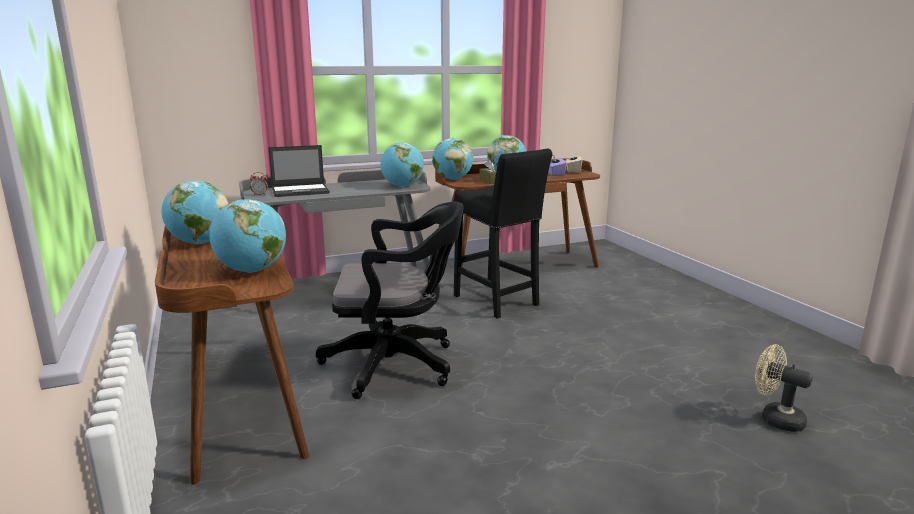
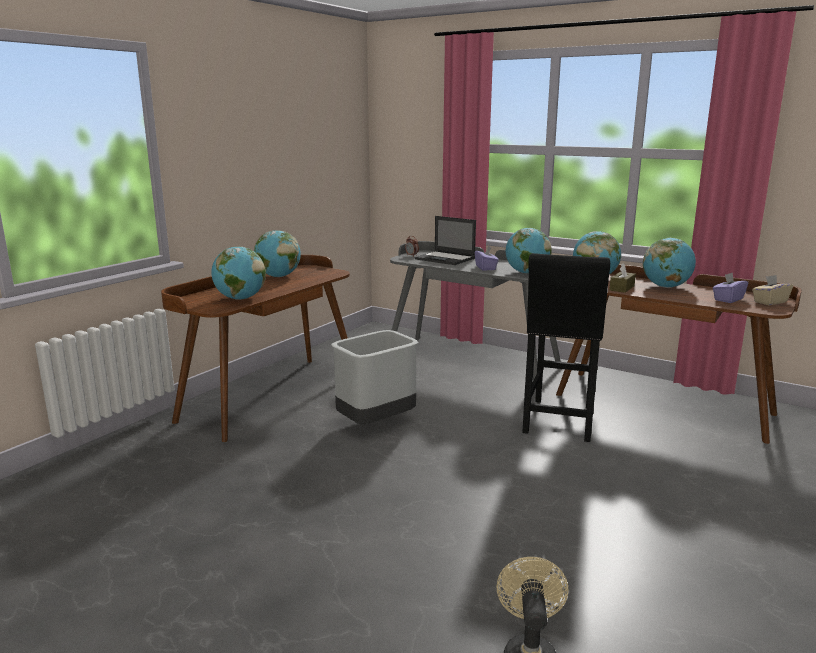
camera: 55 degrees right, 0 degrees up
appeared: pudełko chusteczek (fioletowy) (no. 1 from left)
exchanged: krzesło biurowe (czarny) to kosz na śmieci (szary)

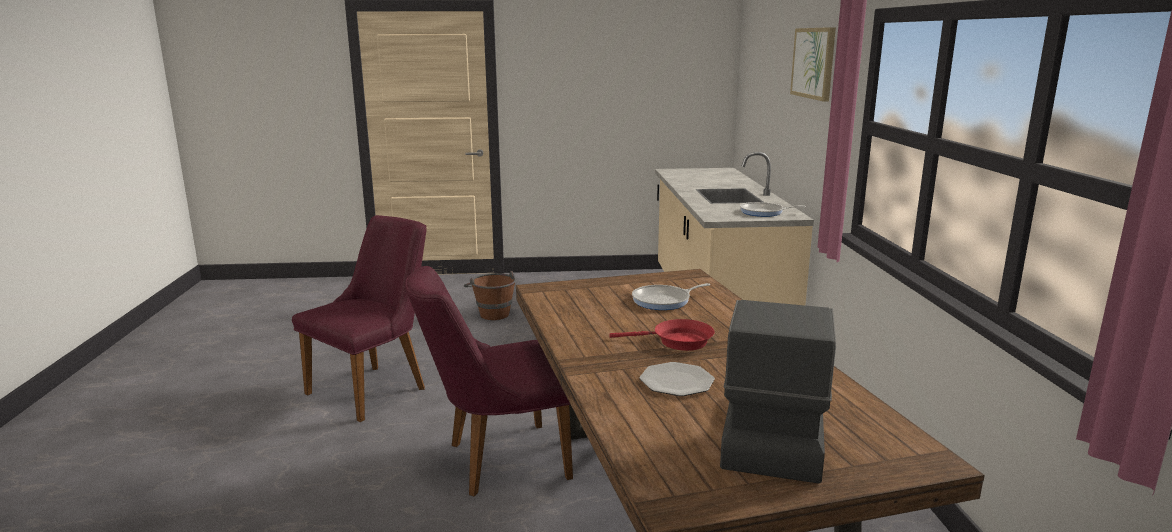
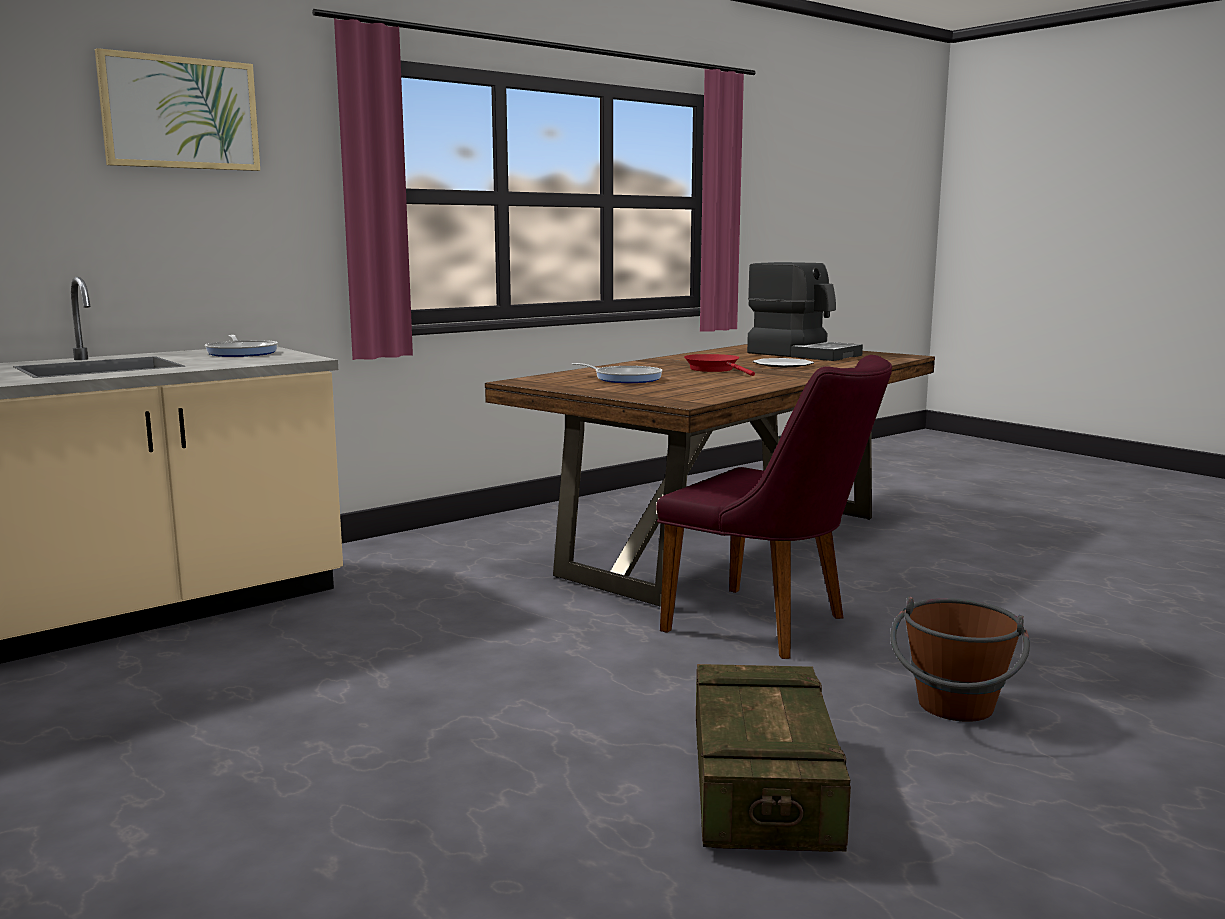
camera: 125 degrees left, 5 degrees down
relocated: wiadro (brązowy)
exchanged: krzesło (fioletowy) (no. 1 from left) to skrzynka
spun: ekspres do kawy 120 degrees counterclockwise

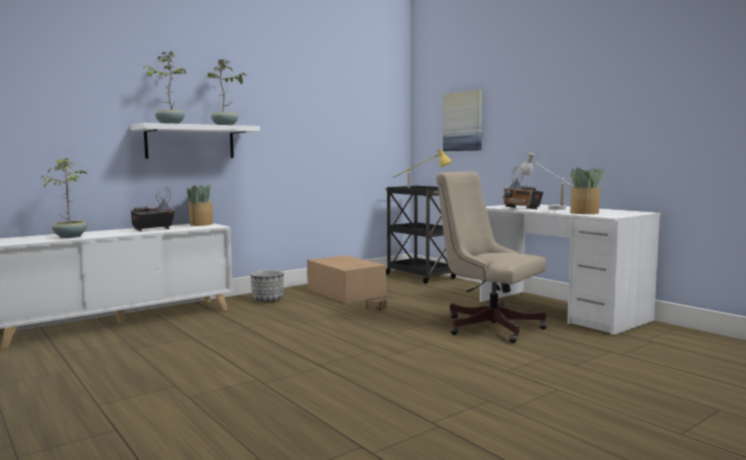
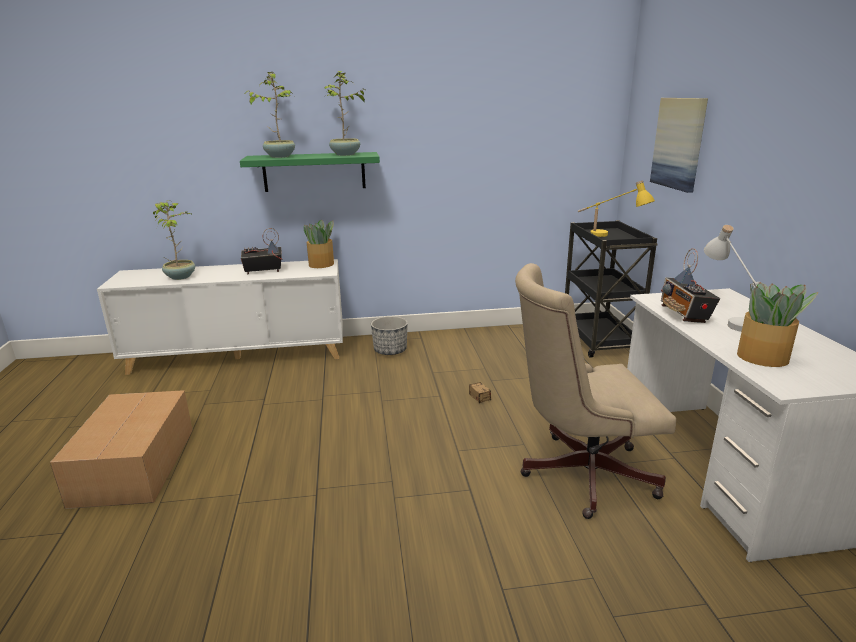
camera: 30 degrees right, 15 degrees up
relocated: karton
colour: półka (biały) to półka (zielony)
spun: krzesło biurowe (beżowy) 75 degrees counterclockwise

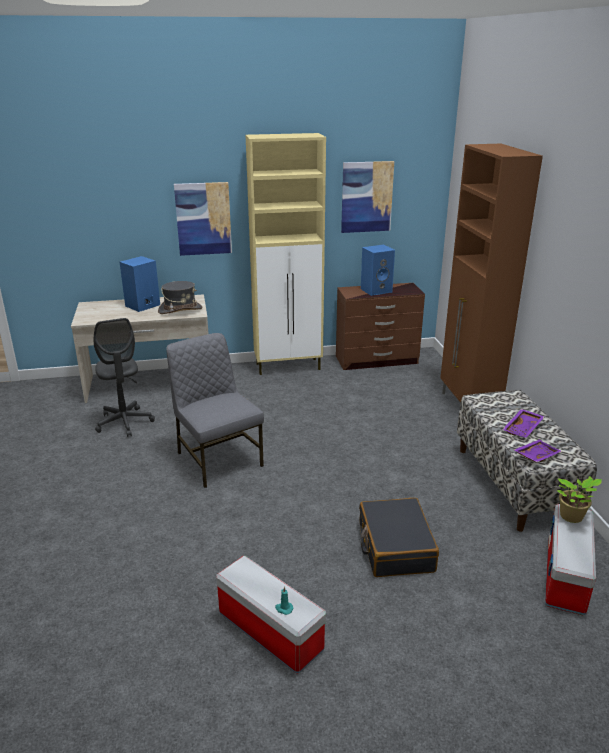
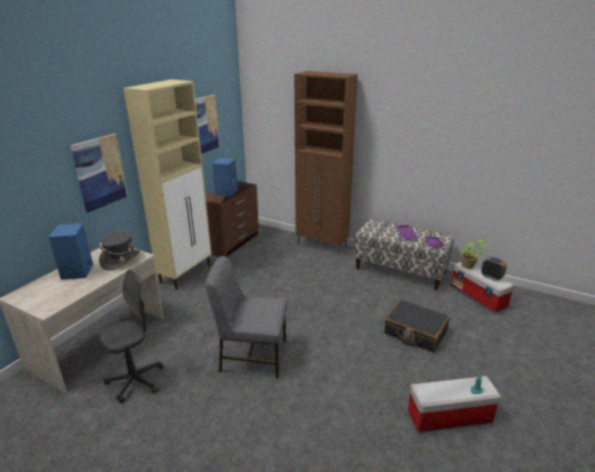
camera: 50 degrees left, 0 degrees up
appeared: budzik
spun: krzesło biurowe (szary) 60 degrees counterclockwise

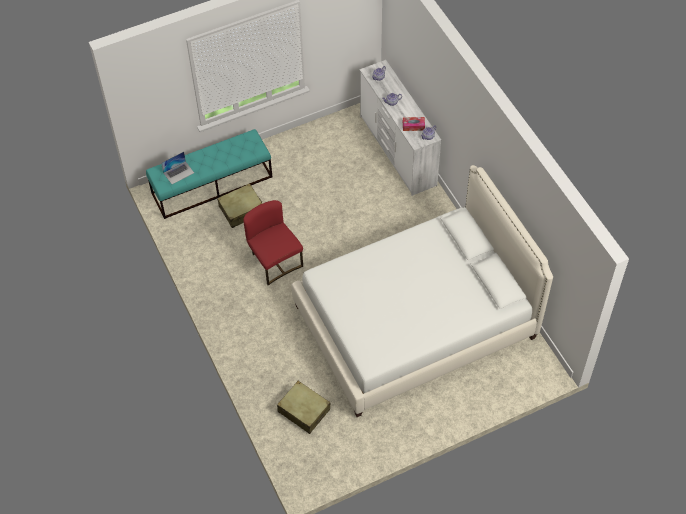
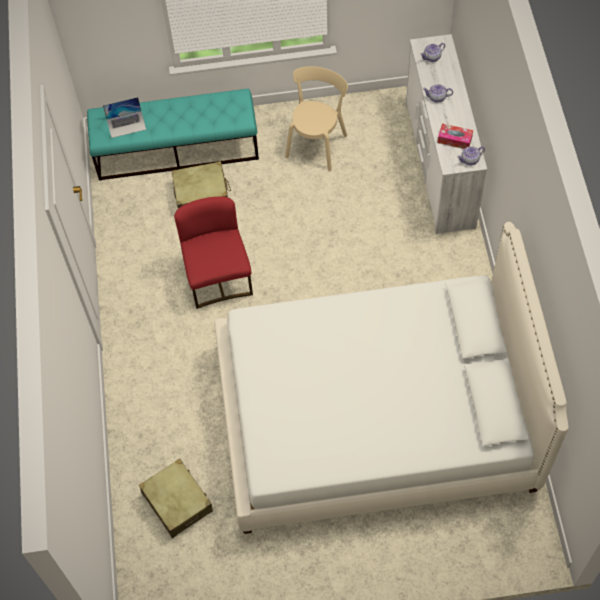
camera: 20 degrees right, 5 degrees up
appeared: krzesło (beżowy)

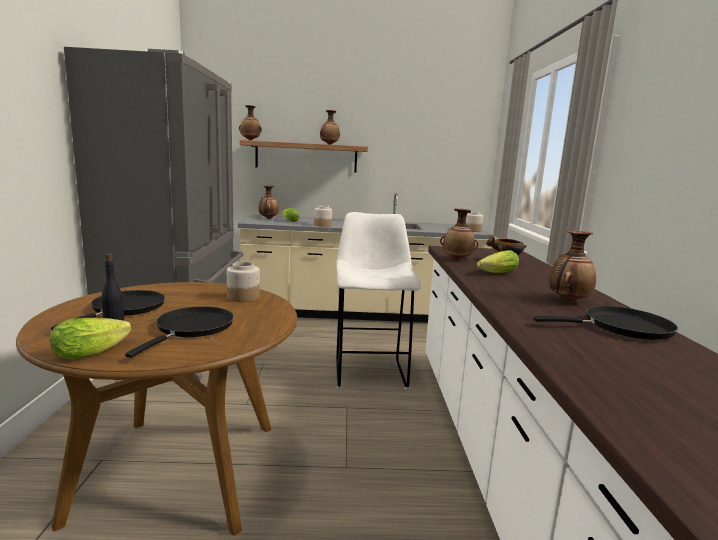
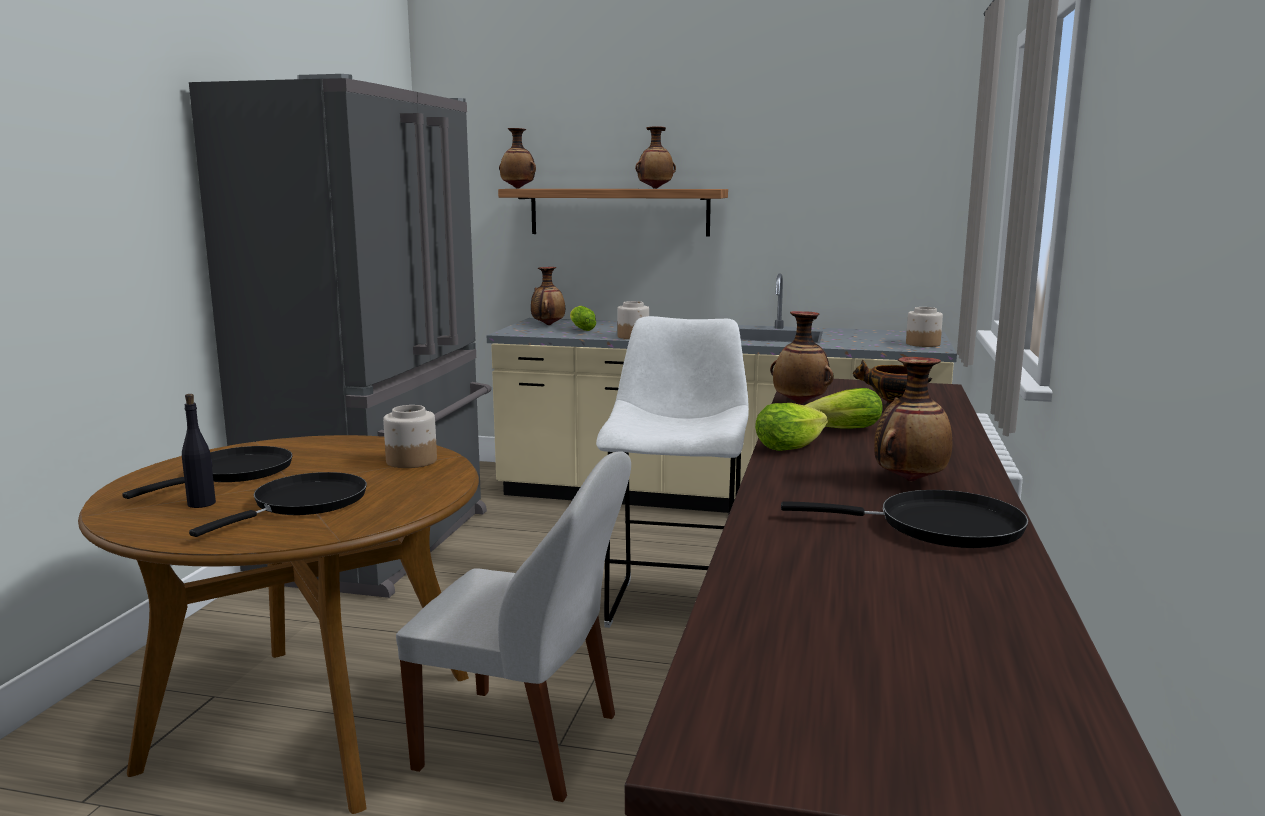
camera: 15 degrees right, 0 degrees up
appeared: krzesło (biały)
relocated: sałata (no. 1 from left in the first image) to sałata (no. 2 from left)

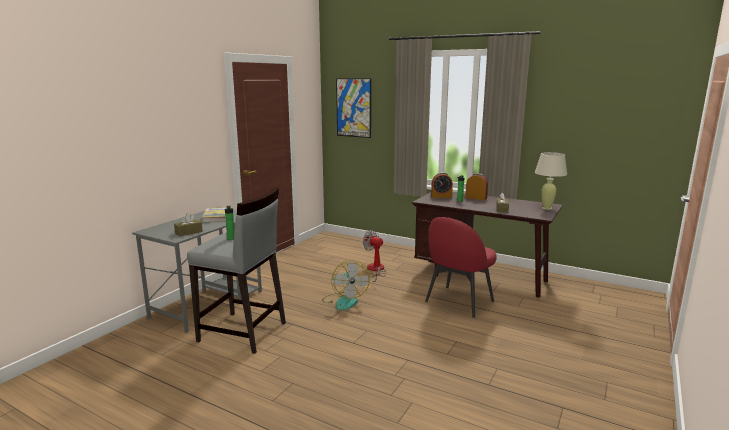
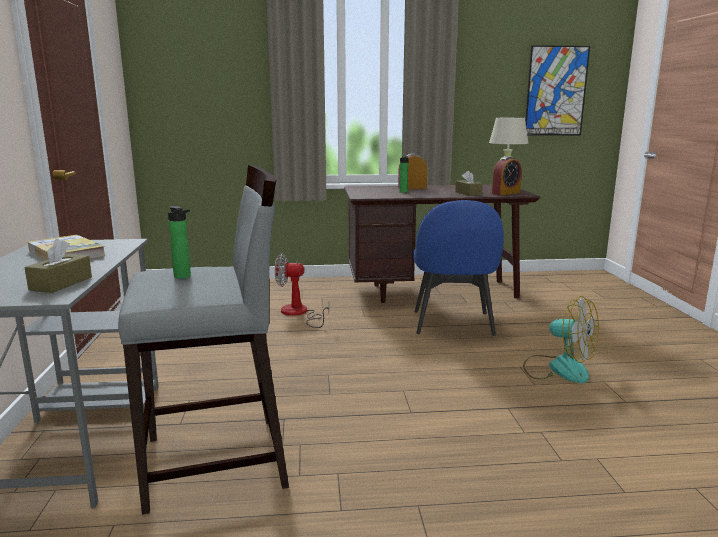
camera: 35 degrees left, 0 degrees up
relocated: wentylator (no. 1 from left in the first image) to wentylator (no. 2 from left); obraz; budzik (no. 1 from left in the first image) to budzik (no. 2 from left)
colour: krzesło (czerwony) to krzesło (niebieski)

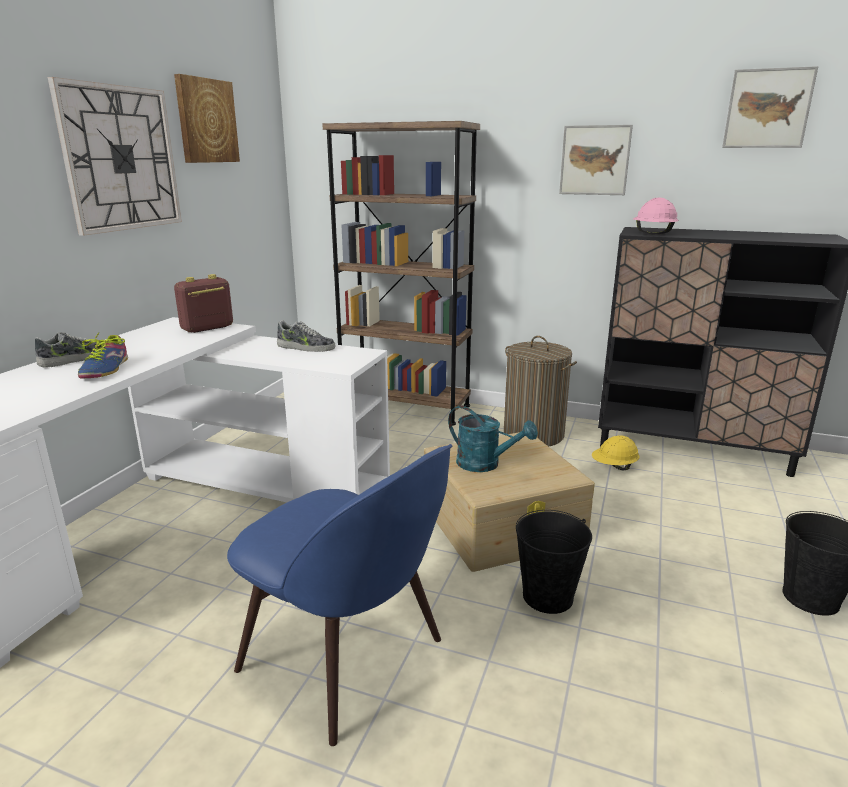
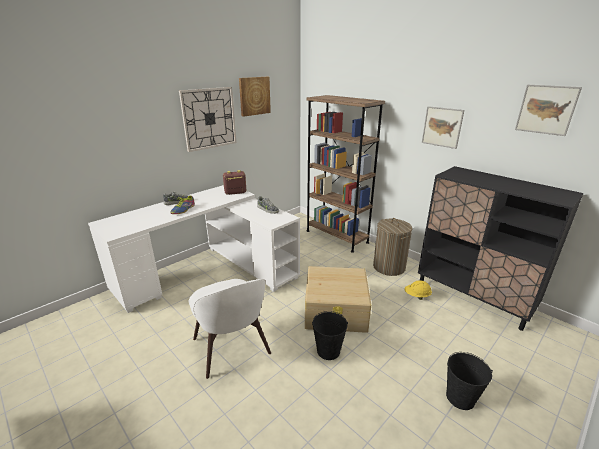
camera: 25 degrees right, 5 degrees up
missing: konewka (turkusowy); kask (różowy)
colour: krzesło (niebieski) to krzesło (biały)

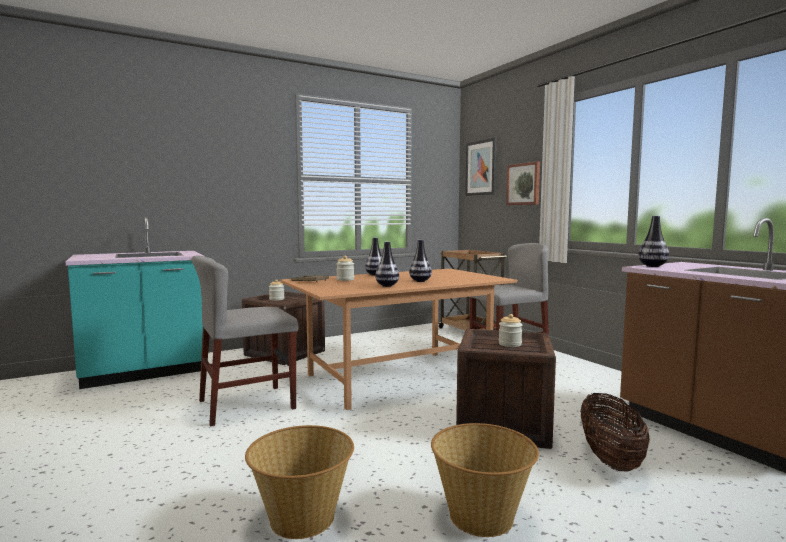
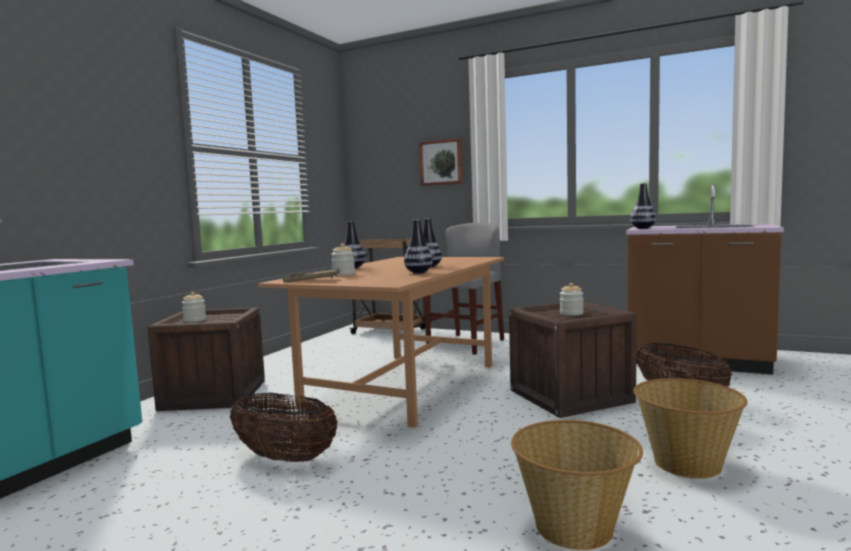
camera: 35 degrees left, 0 degrees up
missing: obraz (no. 1 from left)
exchanged: krzesło (szary) (no. 1 from left) to koszyk (no. 1 from left)

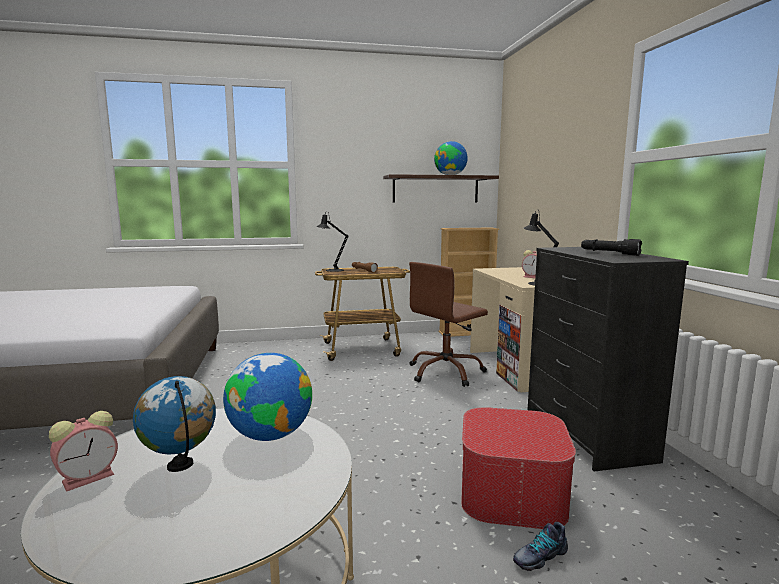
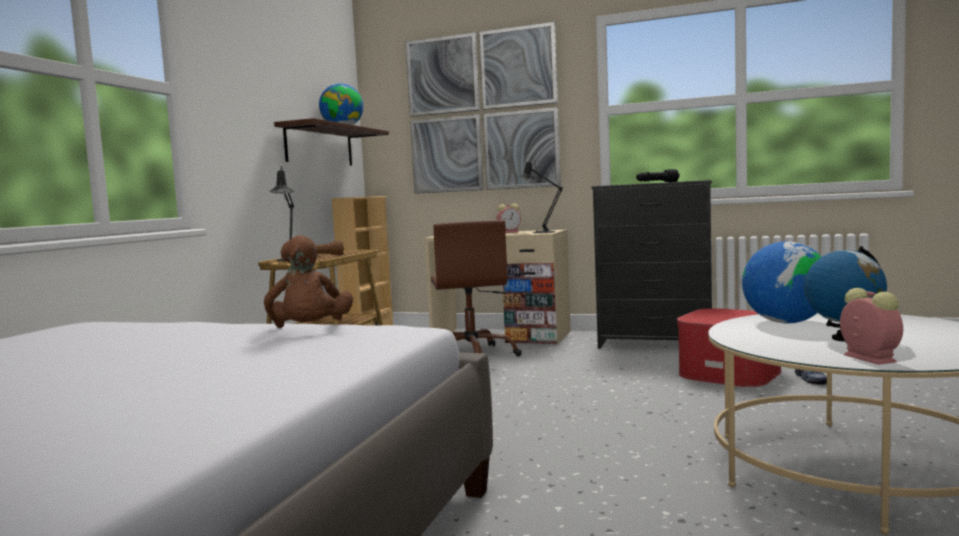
camera: 60 degrees left, 5 degrees down
appeared: pluszak (brązowy); obraz

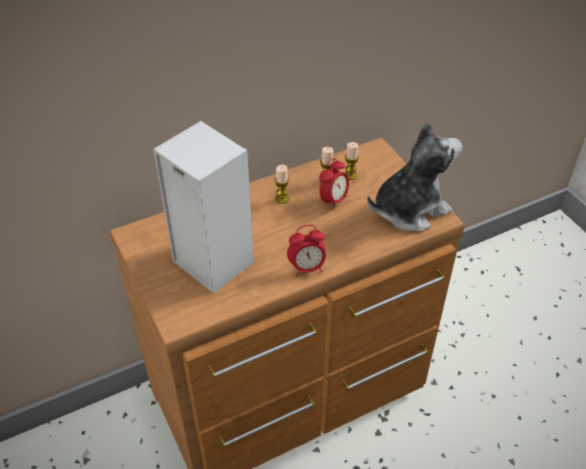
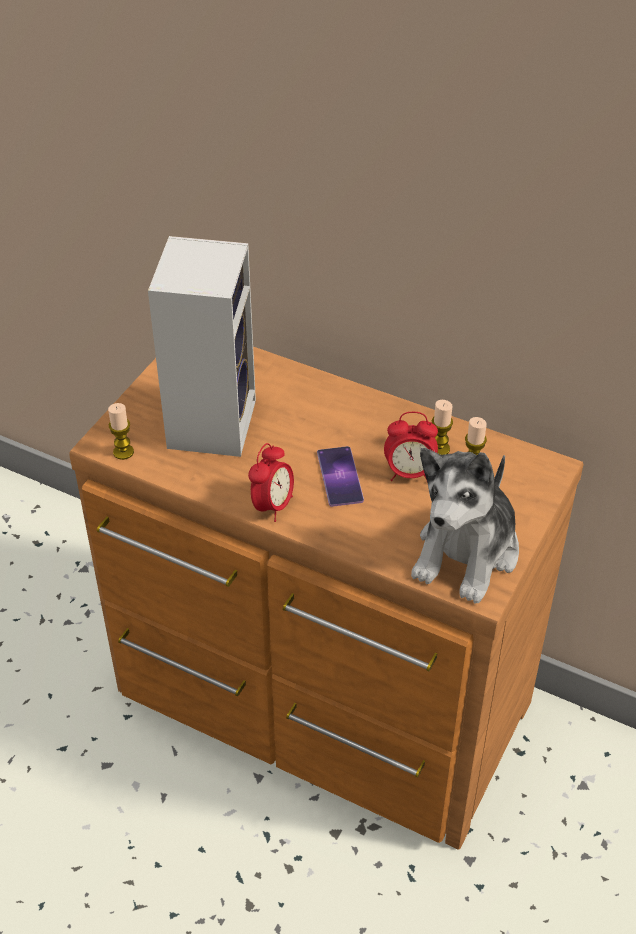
camera: 55 degrees right, 0 degrees up
appeared: telefon
relocated: świeca (no. 1 from left)
spun: budzik (no. 1 from left) 105 degrees counterclockwise; pluszak 90 degrees clockwise

